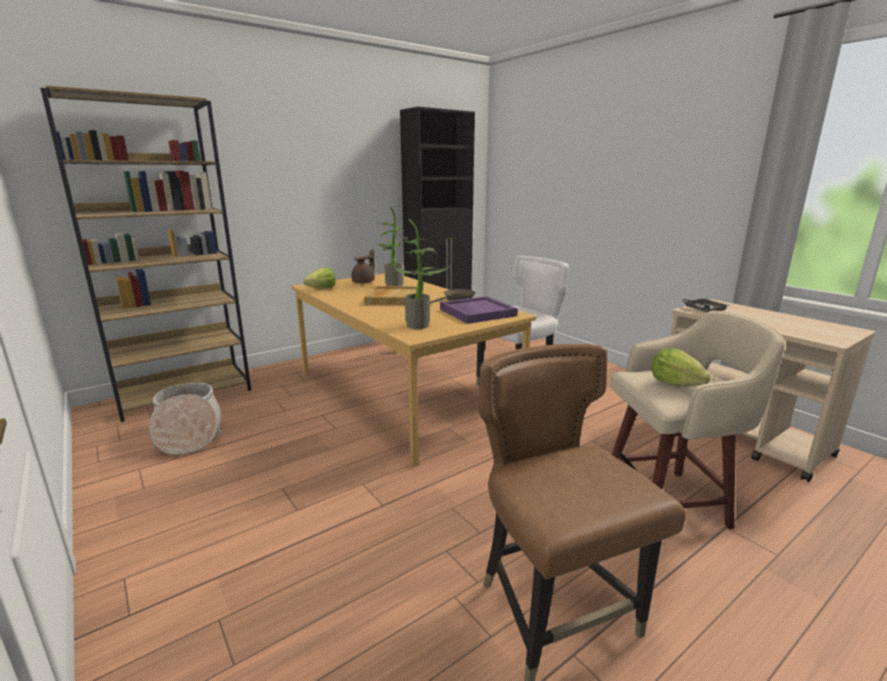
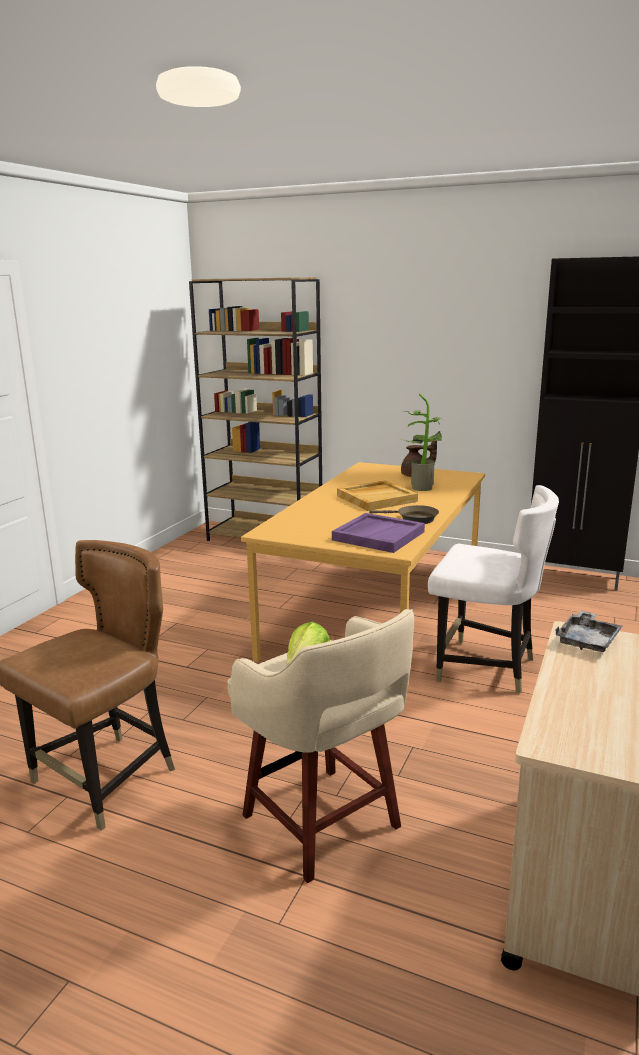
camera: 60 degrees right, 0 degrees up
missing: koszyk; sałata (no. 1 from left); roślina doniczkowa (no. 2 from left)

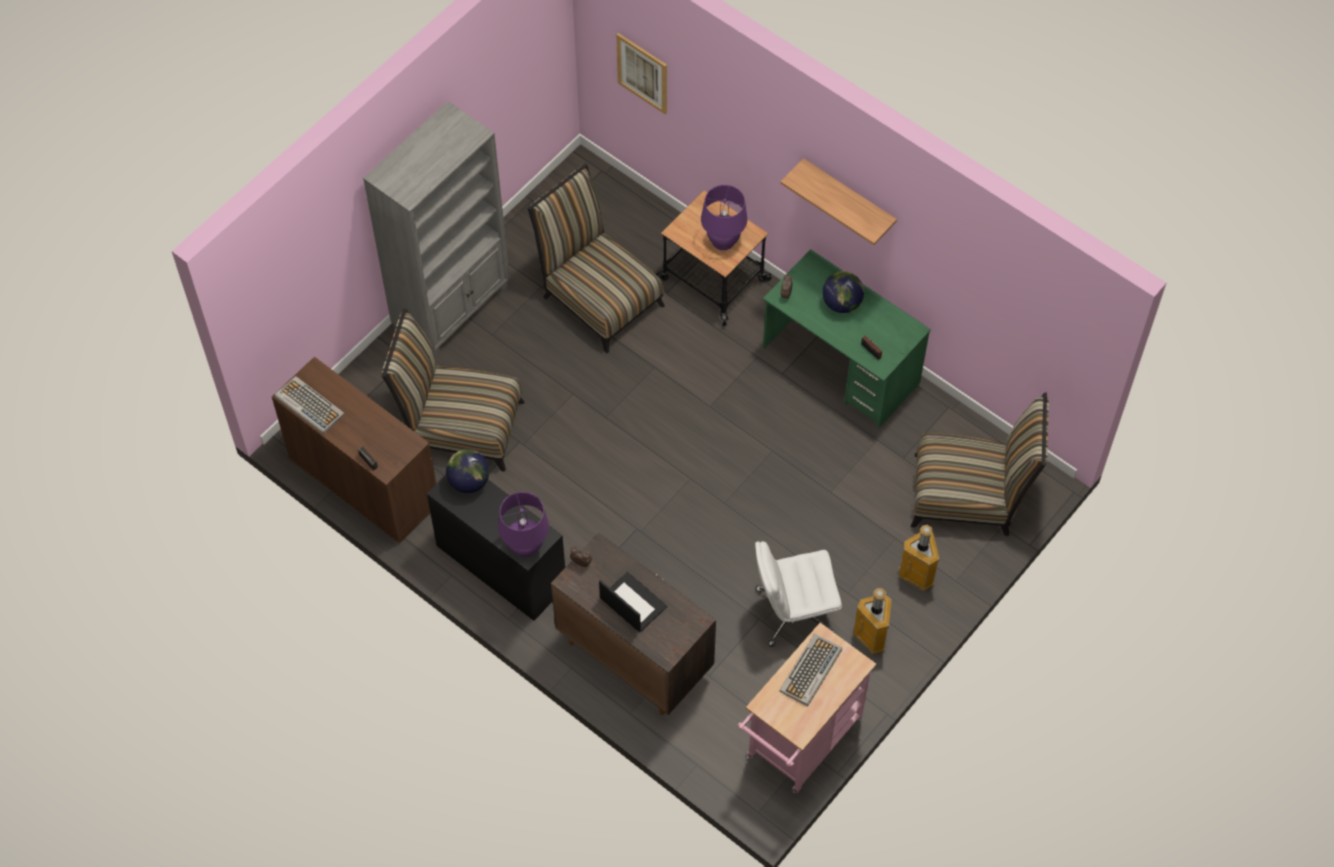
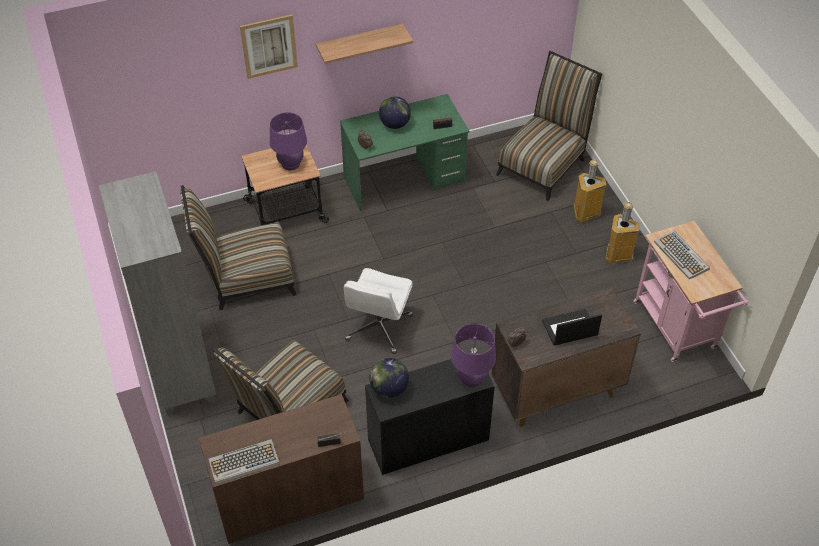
camera: 60 degrees left, 10 degrees down
relocated: obraz; krzesło biurowe (biały)

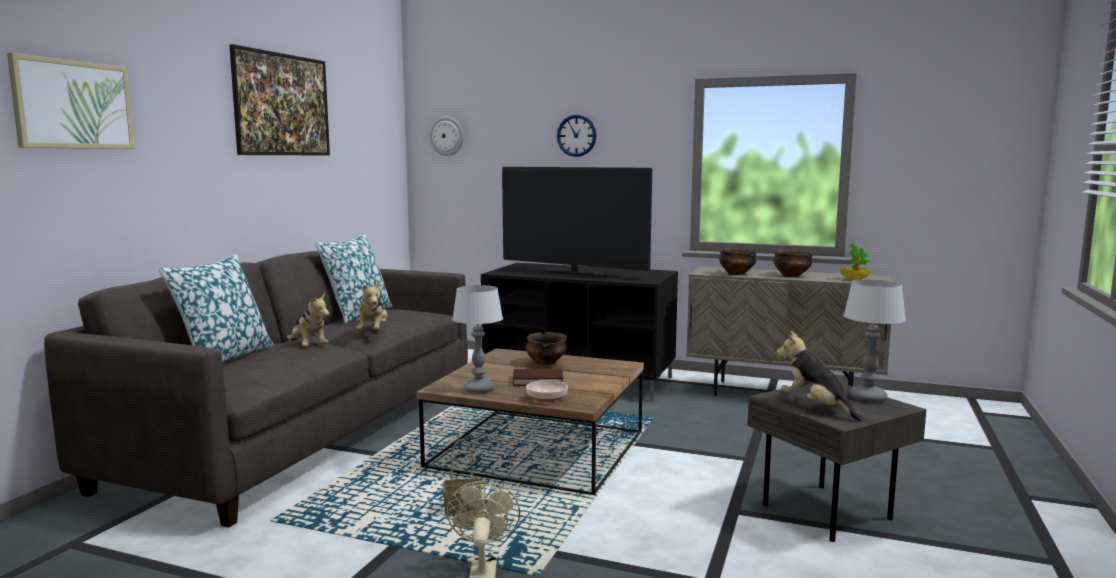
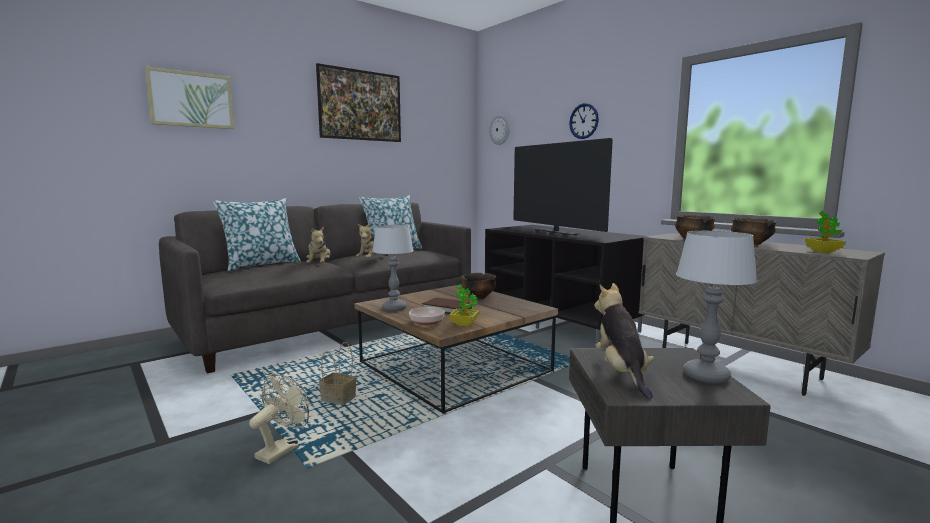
camera: 30 degrees right, 0 degrees up
appeared: roślina doniczkowa (no. 1 from left)

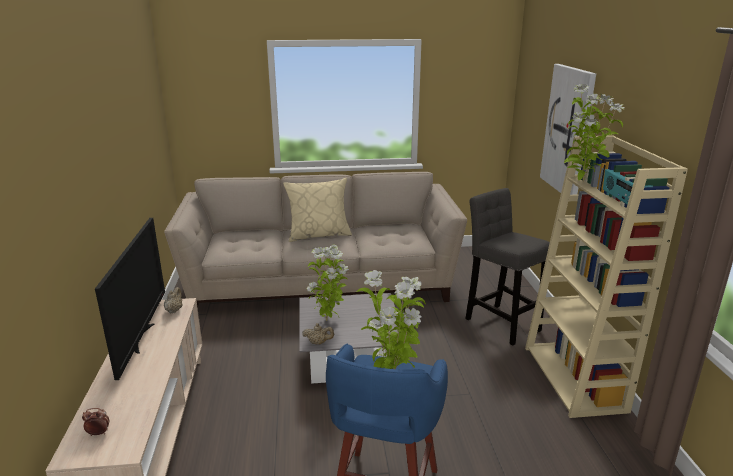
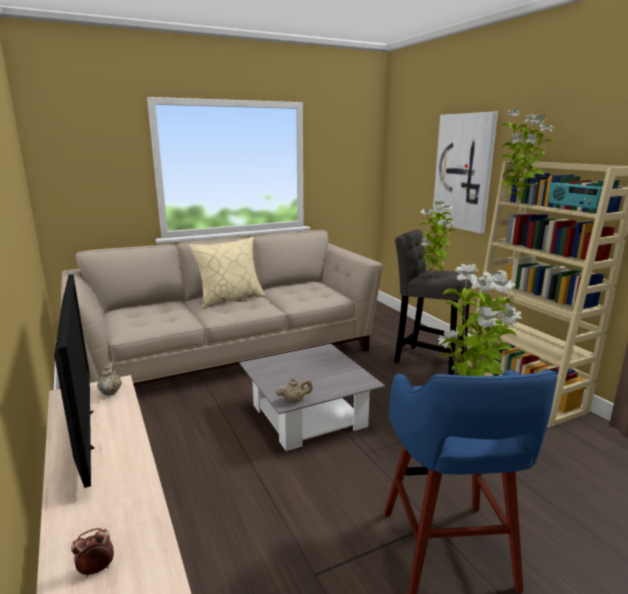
camera: 20 degrees left, 5 degrees down
relocated: roślina doniczkowa (no. 1 from left)

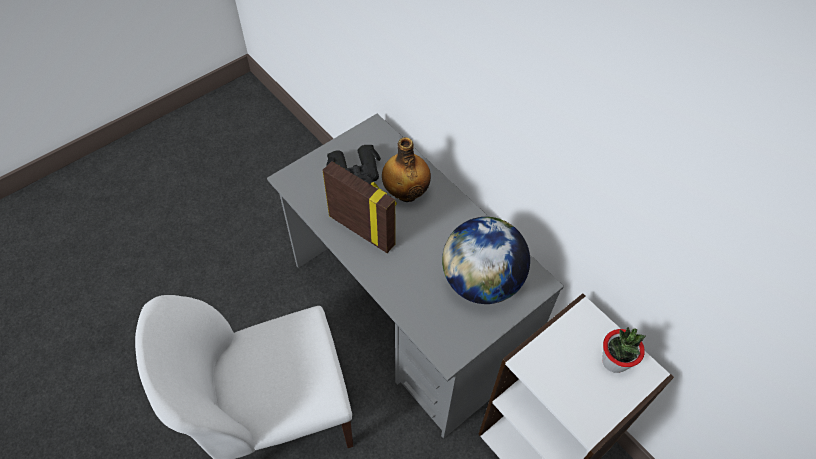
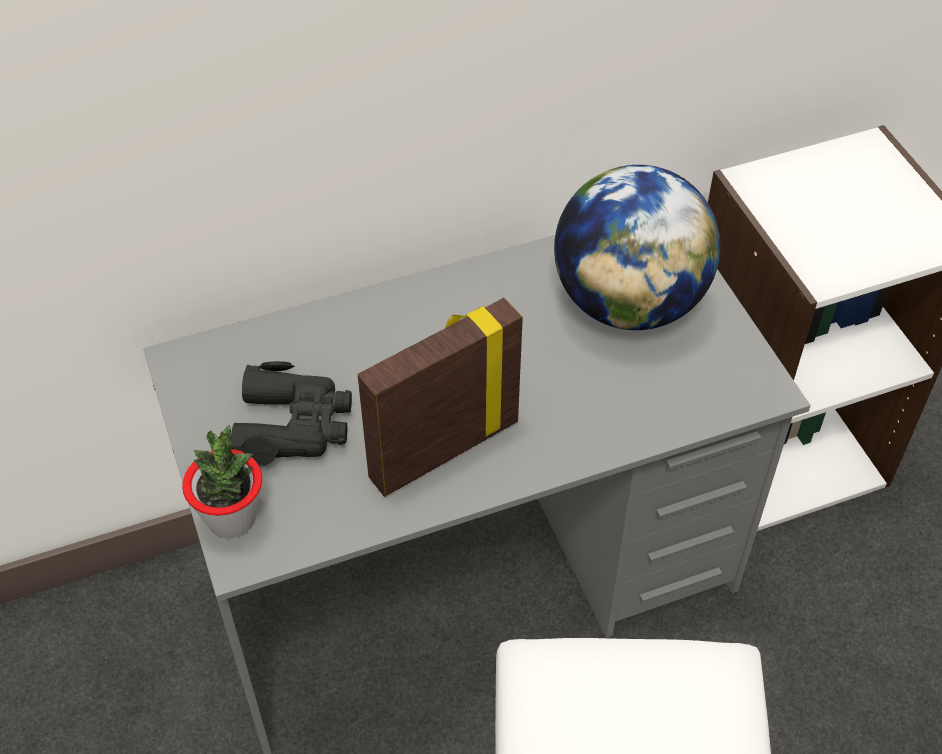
camera: 70 degrees left, 5 degrees down
missing: butelka
relocated: roślina doniczkowa

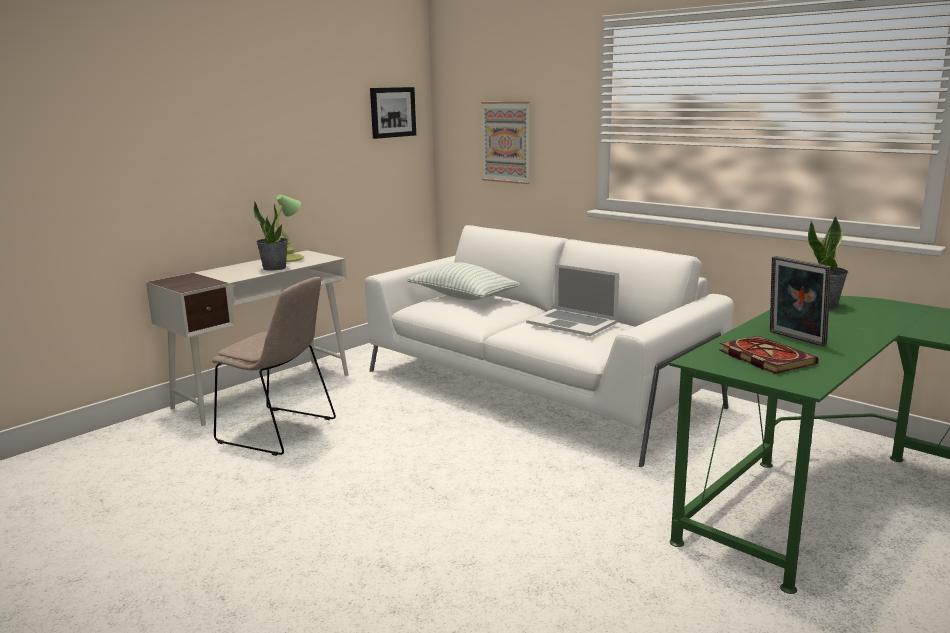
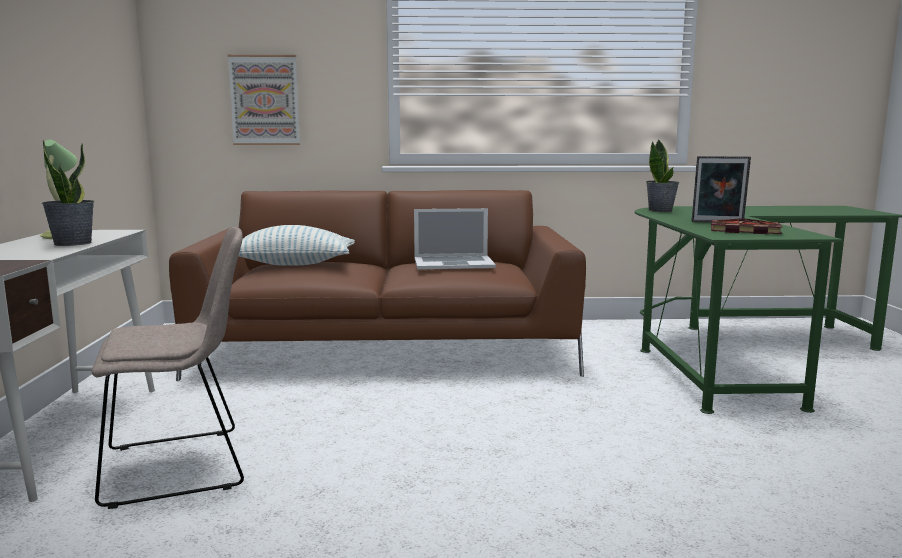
camera: 45 degrees left, 5 degrees down
missing: obraz (no. 1 from left)
colour: kanapa (biały) to kanapa (brązowy)

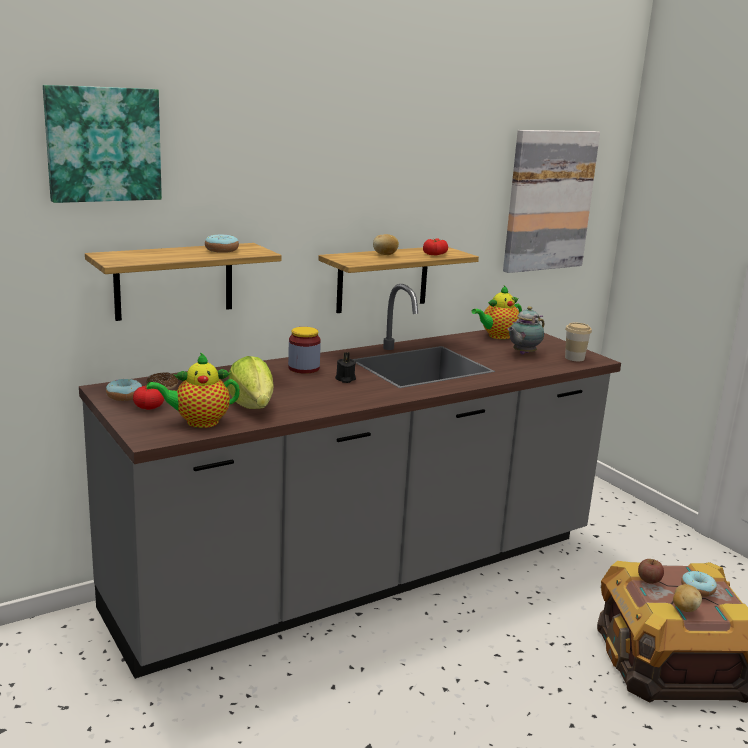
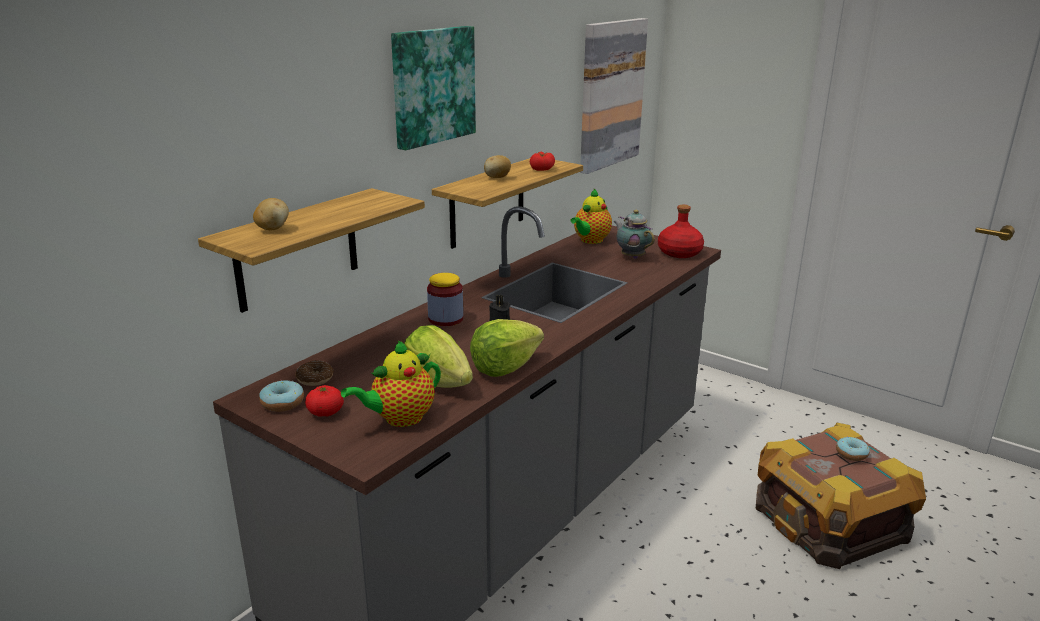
camera: 20 degrees left, 5 degrees up
missing: donut (no. 3 from left); jabłko
appeared: sałata (no. 2 from left)
relocated: obraz (no. 1 from left); ziemniak (no. 2 from left in the first image) to ziemniak (no. 1 from left)
exchanged: filiżanka to butelka (czerwony)
spun: imbryk (no. 3 from left) 120 degrees clockwise

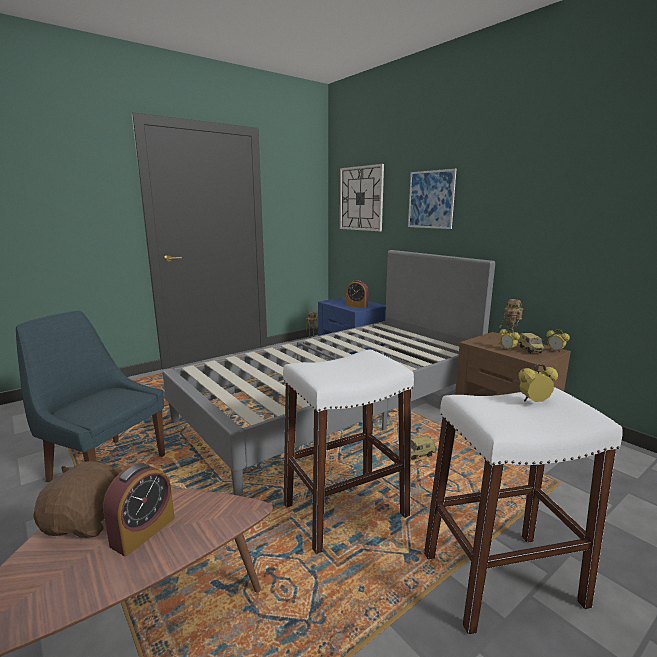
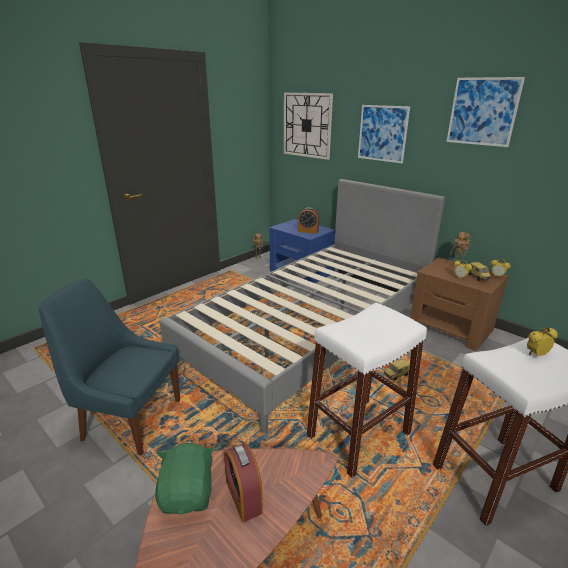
camera: 10 degrees left, 10 degrees up
appeared: obraz (no. 2 from left)
colour: pluszak (brązowy) to pluszak (zielony)
spun: budzik (no. 1 from left) 135 degrees clockwise

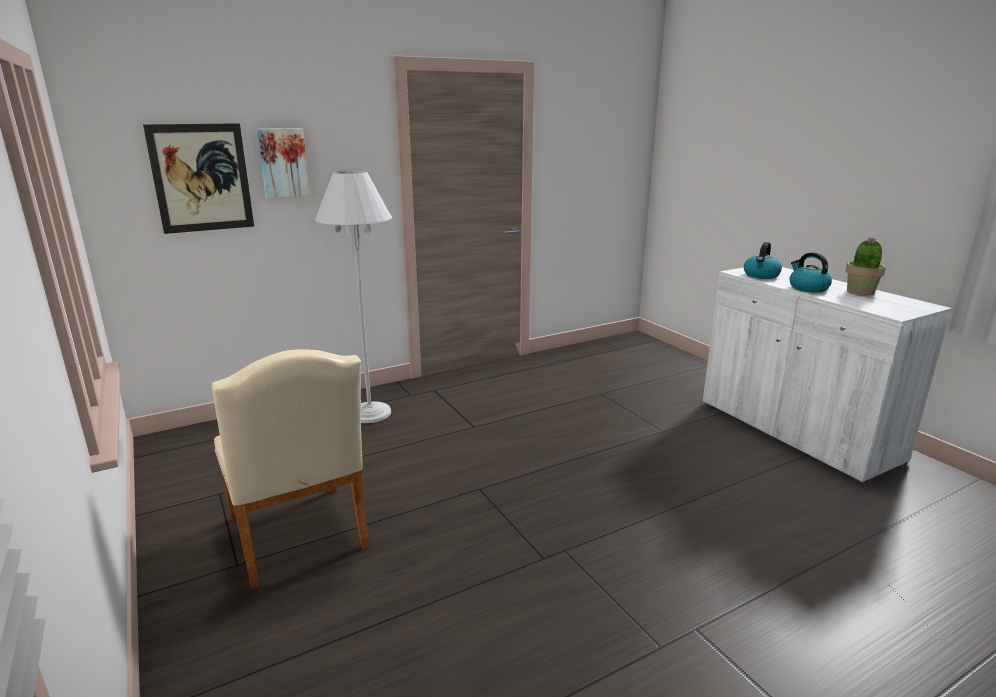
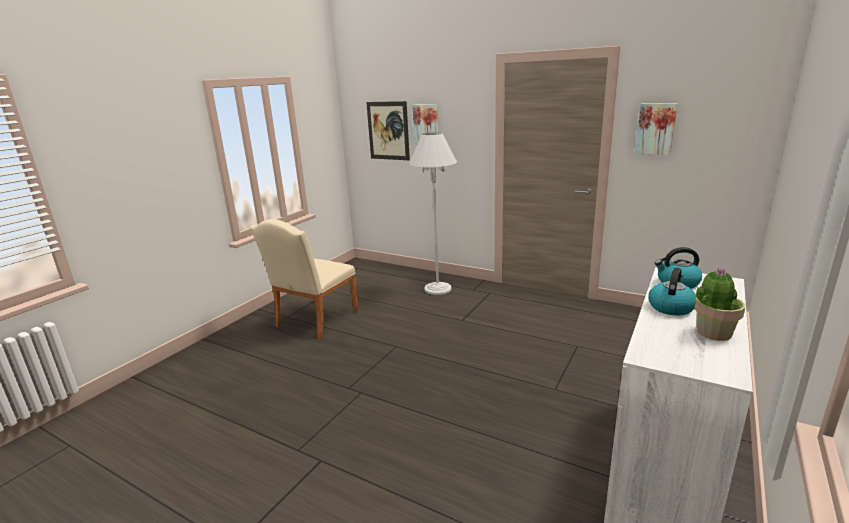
camera: 60 degrees right, 0 degrees up
appeared: obraz (no. 3 from left)

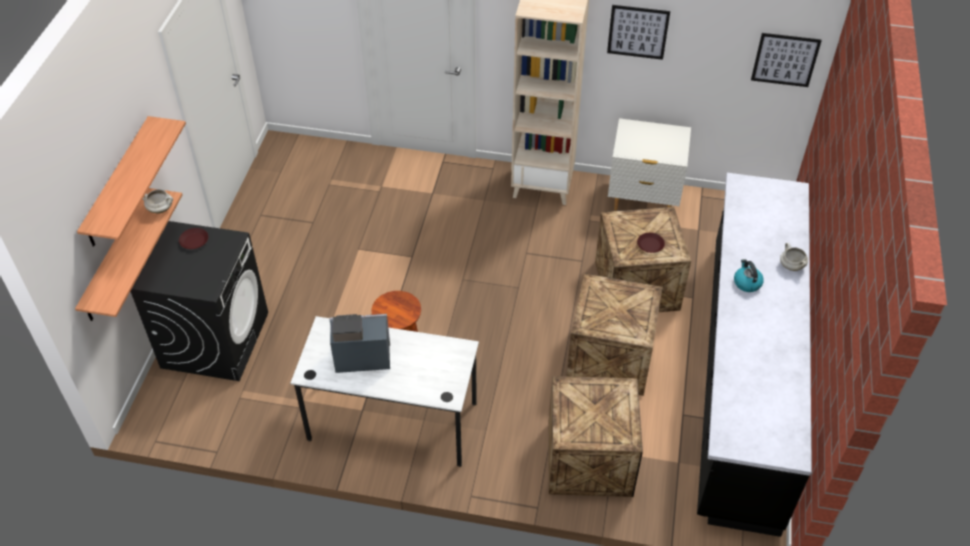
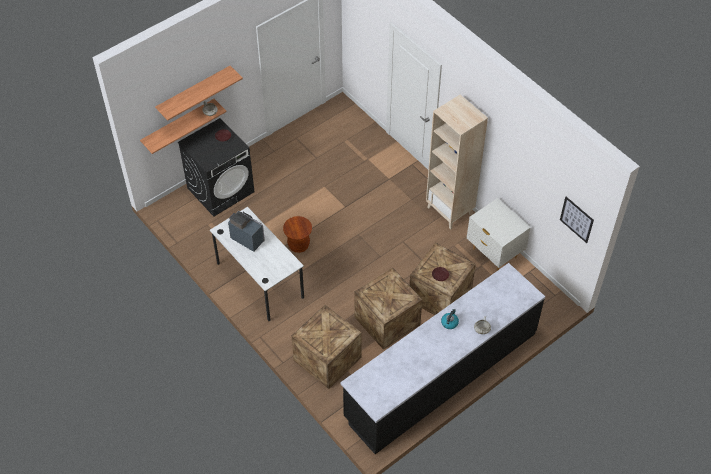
camera: 40 degrees right, 5 degrees up
missing: obraz (no. 1 from left)

